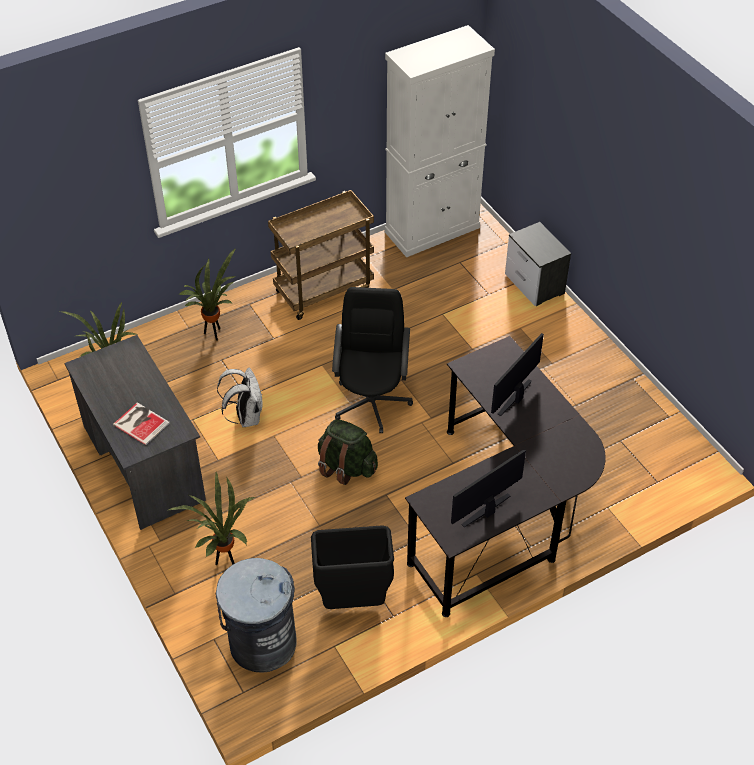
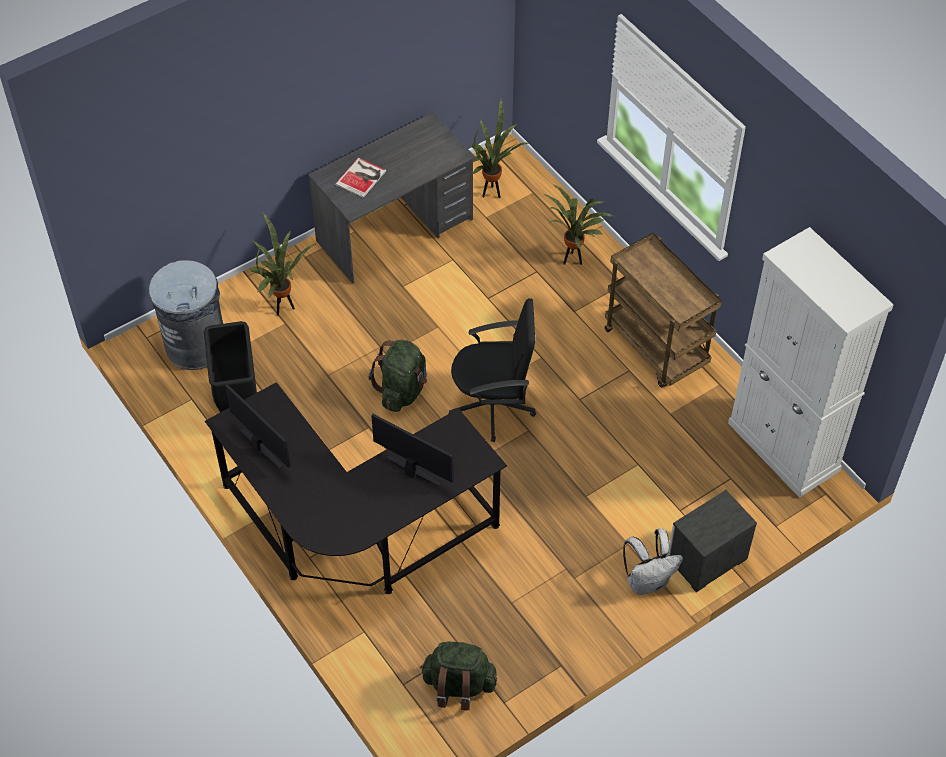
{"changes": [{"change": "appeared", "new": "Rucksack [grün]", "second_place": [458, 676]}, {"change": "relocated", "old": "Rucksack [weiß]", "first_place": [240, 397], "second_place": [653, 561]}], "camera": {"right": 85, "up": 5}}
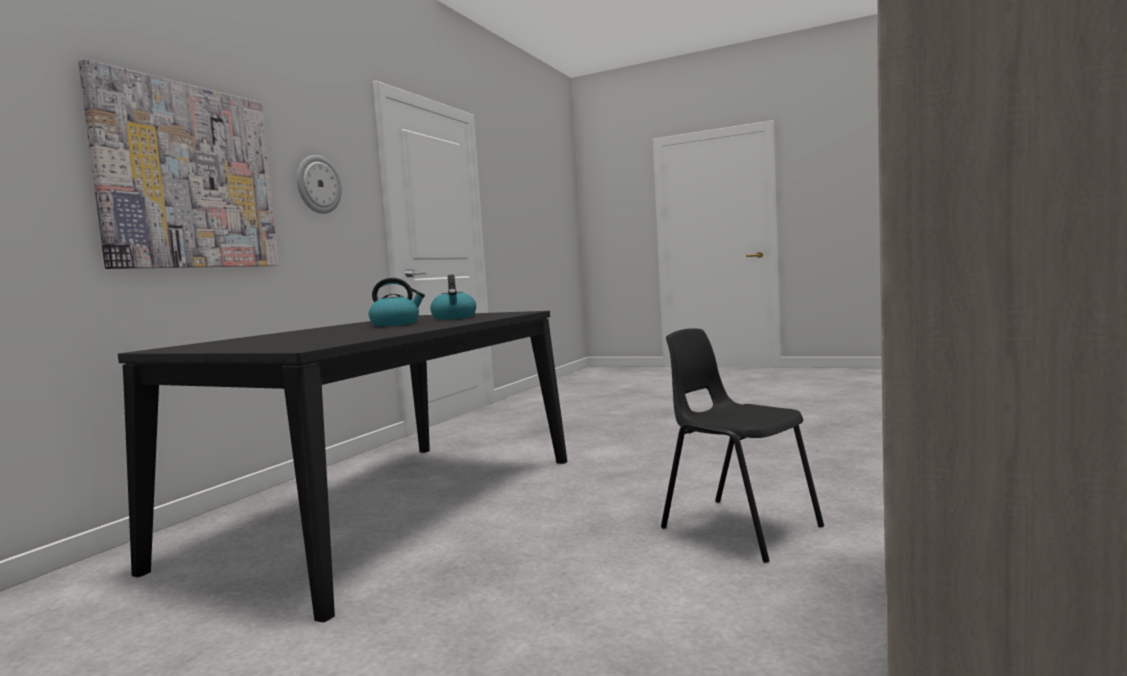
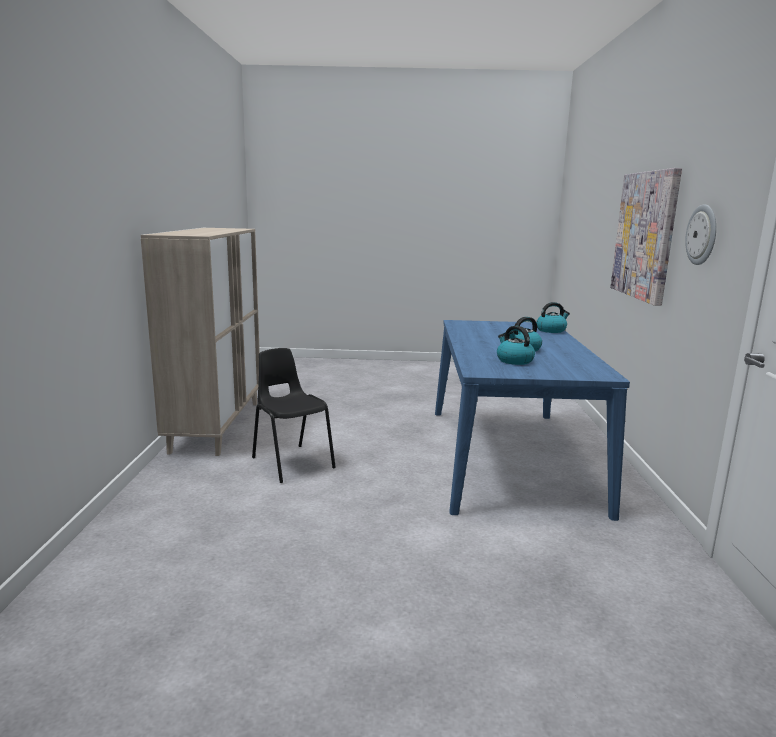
{"changes": [{"change": "appeared", "new": "Wasserkessel", "second_place": [553, 317]}, {"change": "colour", "old": "Esstisch [schwarz]", "new": "Esstisch [blau]", "first_place": [342, 466], "second_place": [532, 420]}, {"change": "spun", "old": "Stuhl [schwarz]", "first_place": [742, 445], "second_place": [294, 415], "degrees": -150}], "camera": {"right": 155, "up": 10}}
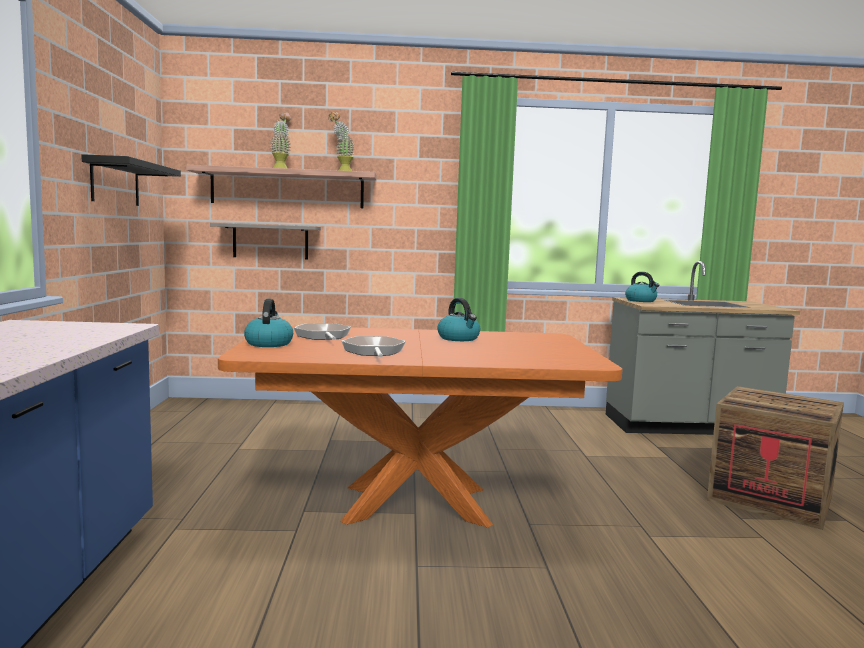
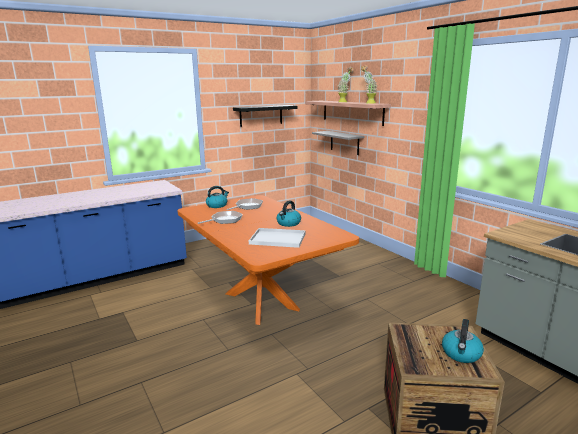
{"changes": [{"change": "appeared", "new": "Tablett [weiß]", "second_place": [277, 238]}, {"change": "relocated", "old": "Wasserkessel", "first_place": [642, 287], "second_place": [463, 341]}], "camera": {"right": 60, "up": 10}}
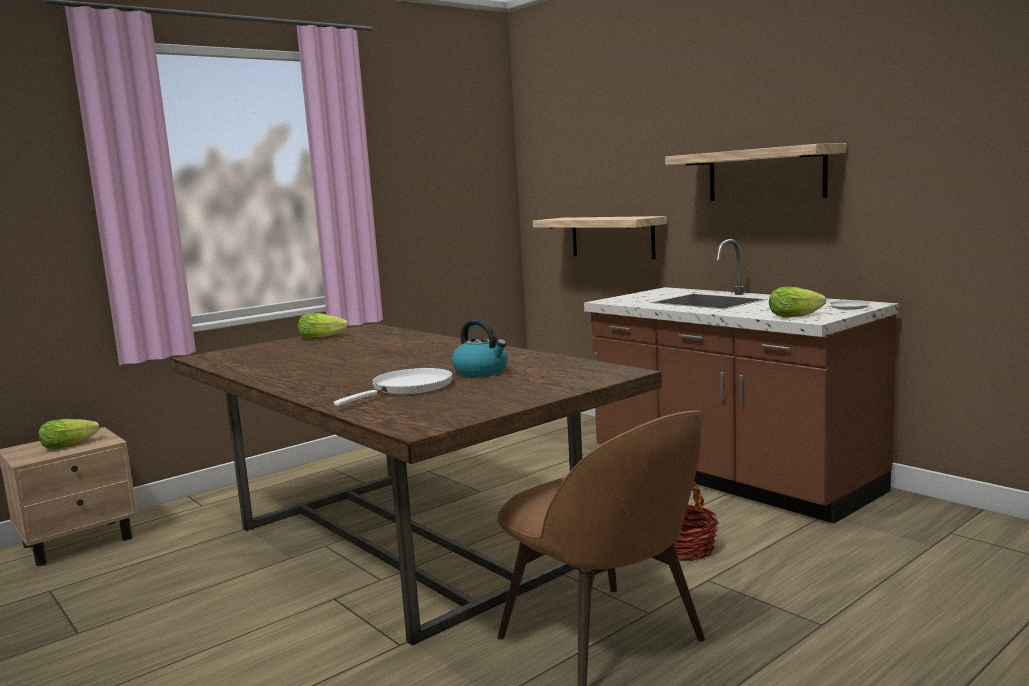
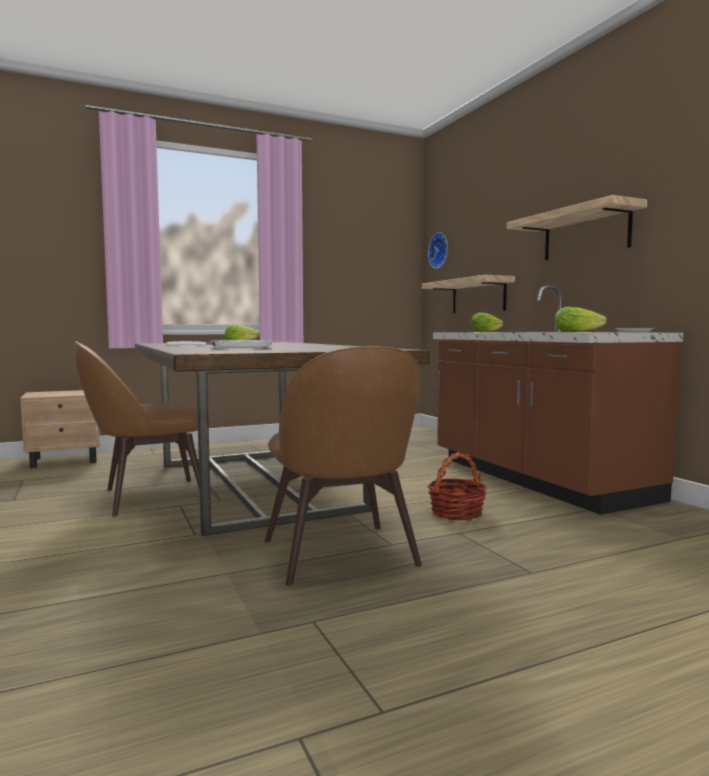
{"changes": [{"change": "missing", "old": "Wasserkessel", "first_place": [480, 348]}, {"change": "appeared", "new": "Stuhl [braun]", "second_place": [143, 429]}, {"change": "appeared", "new": "Wanduhr", "second_place": [438, 250]}, {"change": "relocated", "old": "Salatkopf", "first_place": [69, 434], "second_place": [487, 322]}], "camera": {"right": 15, "up": -5}}
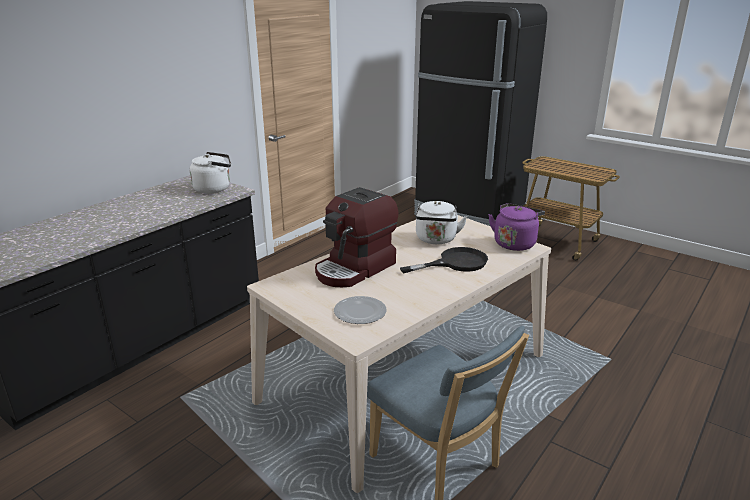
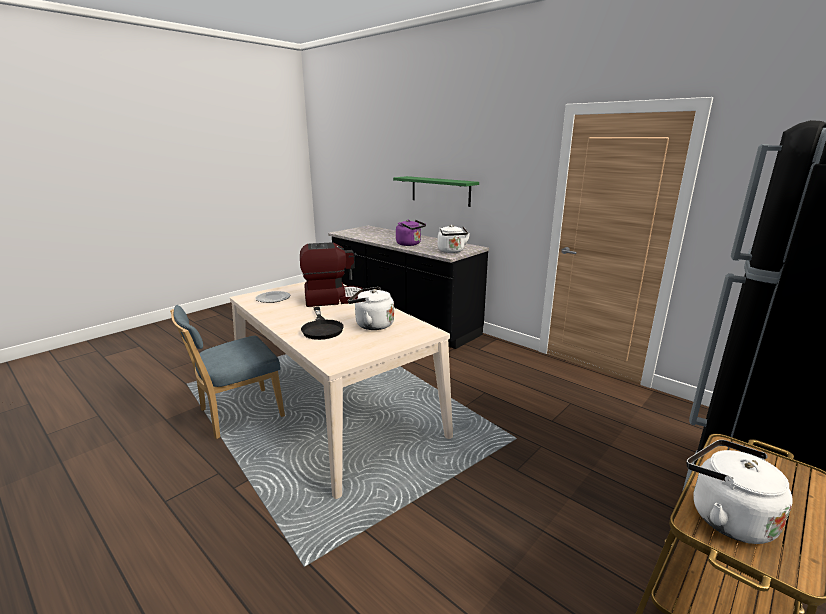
{"changes": [{"change": "appeared", "new": "Wandregal [grün]", "second_place": [436, 191]}, {"change": "appeared", "new": "Wasserkessel [weiß]", "second_place": [739, 492]}, {"change": "relocated", "old": "Wasserkessel [lila]", "first_place": [516, 227], "second_place": [411, 233]}, {"change": "spun", "old": "Kaffeemaschine", "first_place": [356, 237], "second_place": [331, 274], "degrees": 120}], "camera": {"right": 95, "up": -5}}
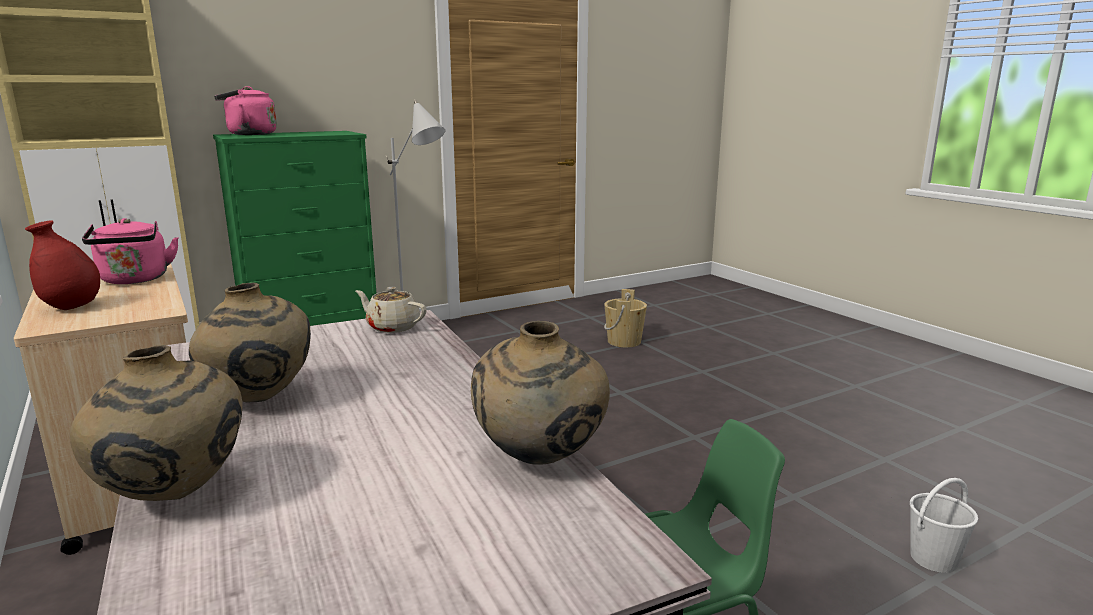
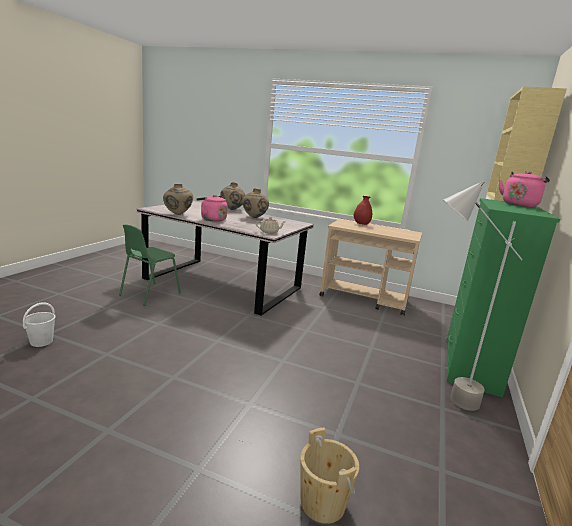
{"changes": [{"change": "relocated", "old": "Wasserkessel [rosa]", "first_place": [130, 251], "second_place": [212, 208]}], "camera": {"right": 140, "up": 0}}
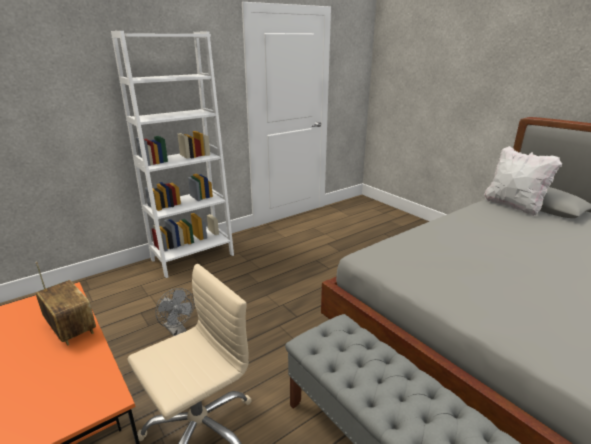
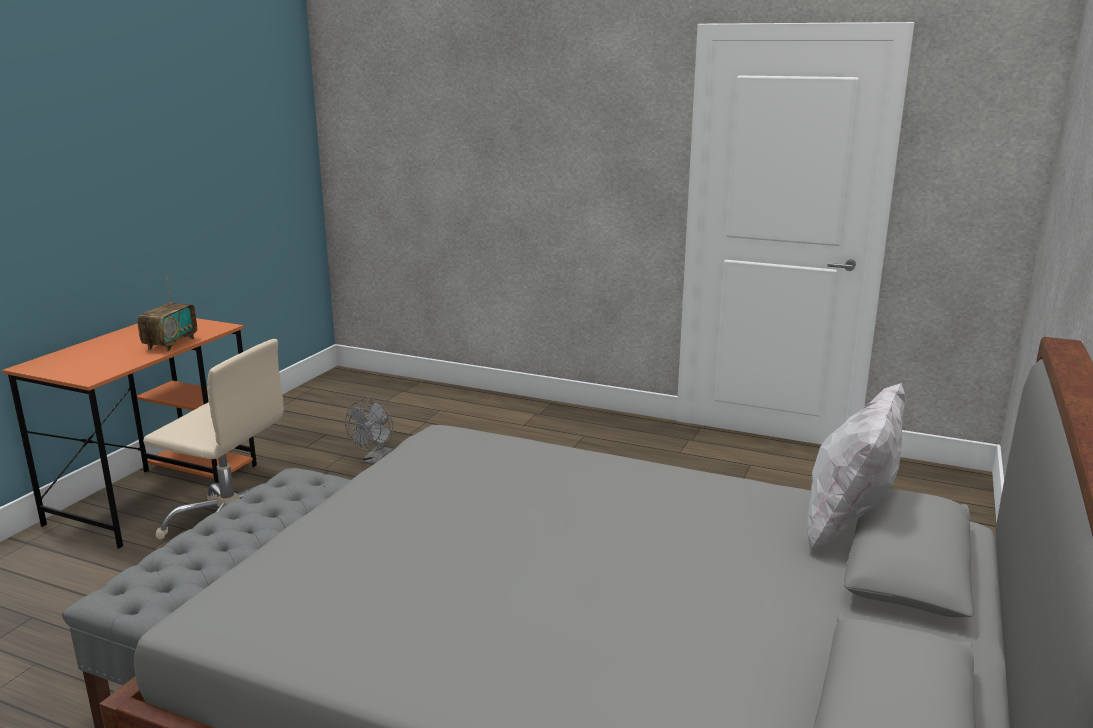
{"changes": [{"change": "missing", "old": "Bücherregal [weiß]", "first_place": [172, 154]}], "camera": {"right": 60, "up": -5}}
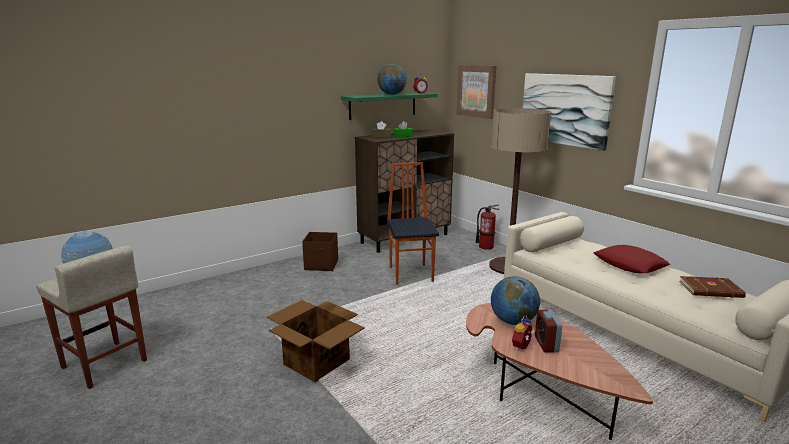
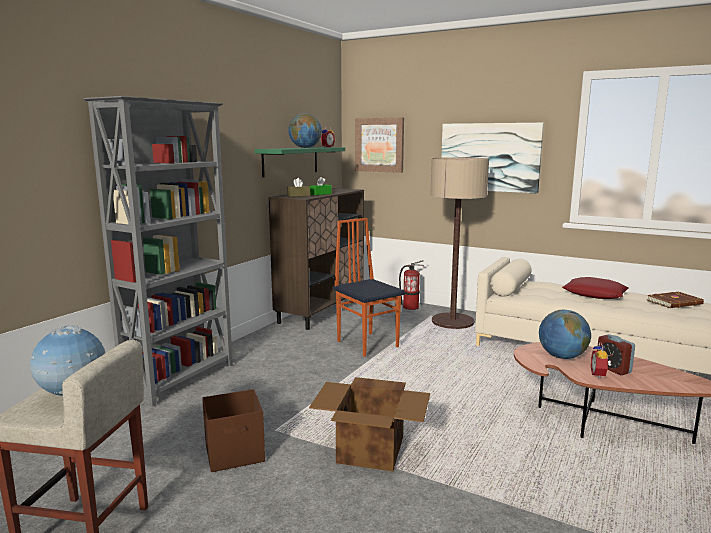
{"changes": [{"change": "appeared", "new": "Bücherregal [grau]", "second_place": [158, 251]}, {"change": "relocated", "old": "Aufbewahrungsbox [braun]", "first_place": [320, 251], "second_place": [233, 430]}], "camera": {"right": -25, "up": -5}}
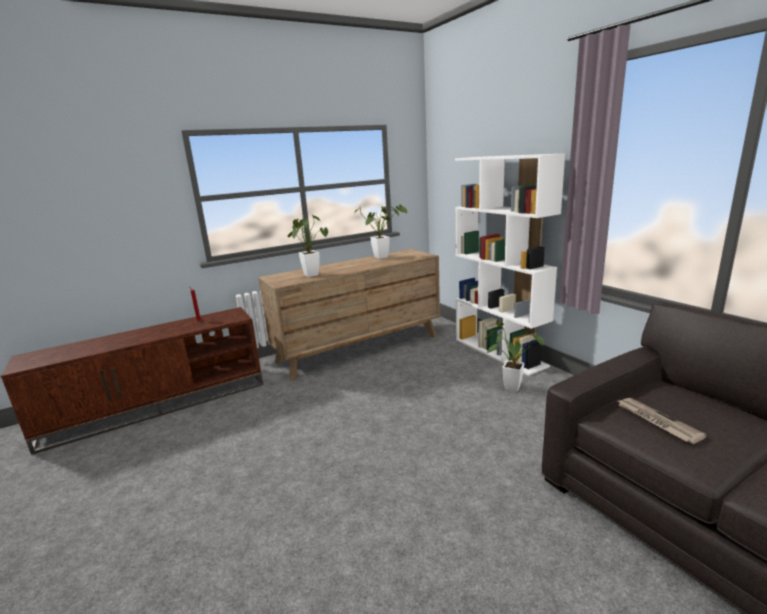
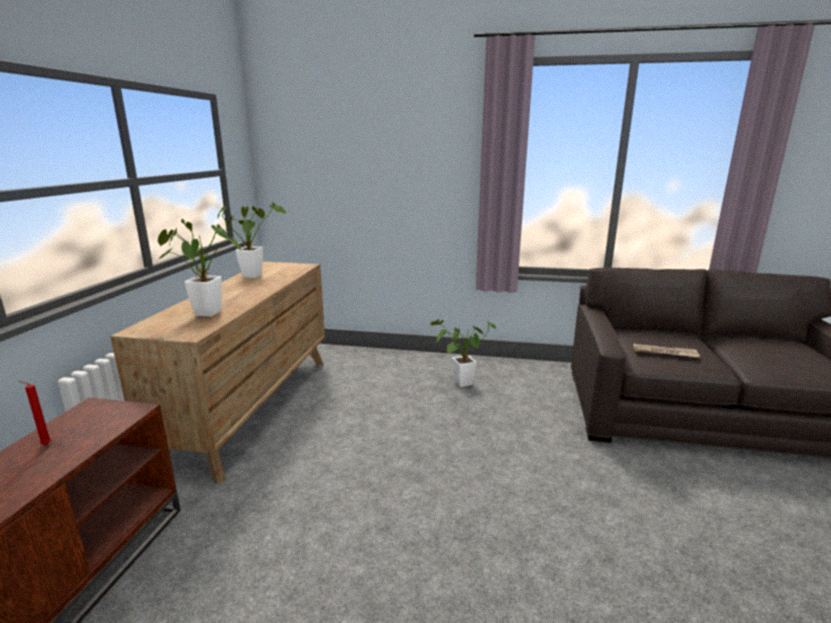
{"changes": [{"change": "missing", "old": "Bücherregal [weiß]", "first_place": [510, 264]}], "camera": {"right": -50, "up": 0}}
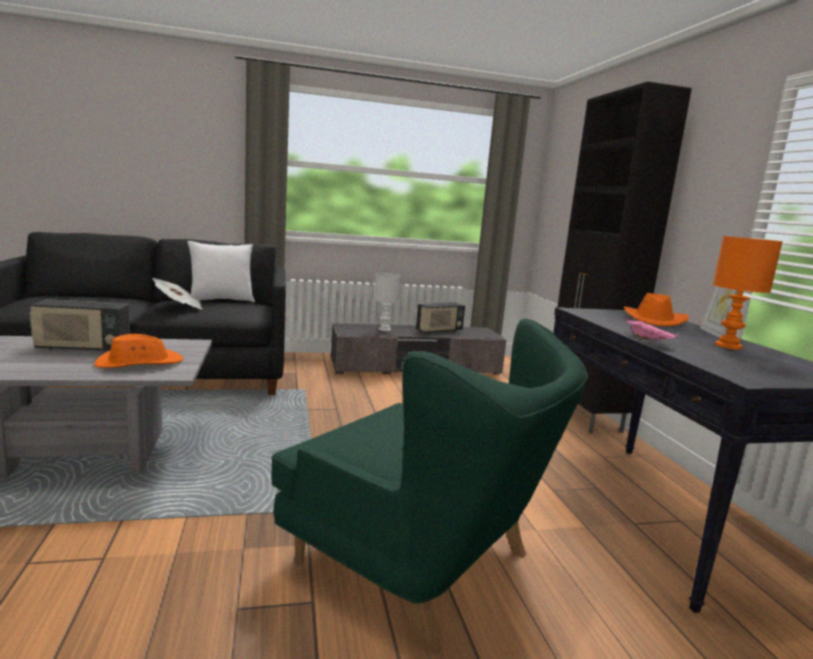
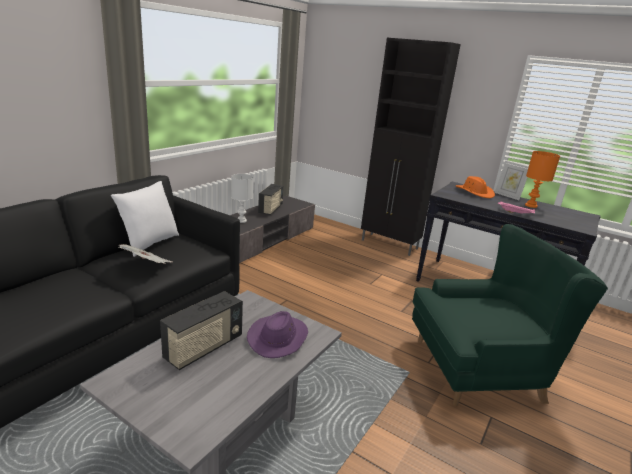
{"changes": [{"change": "colour", "old": "Hut [orange]", "new": "Hut [lila]", "first_place": [138, 351], "second_place": [277, 334]}], "camera": {"right": -45, "up": 10}}
